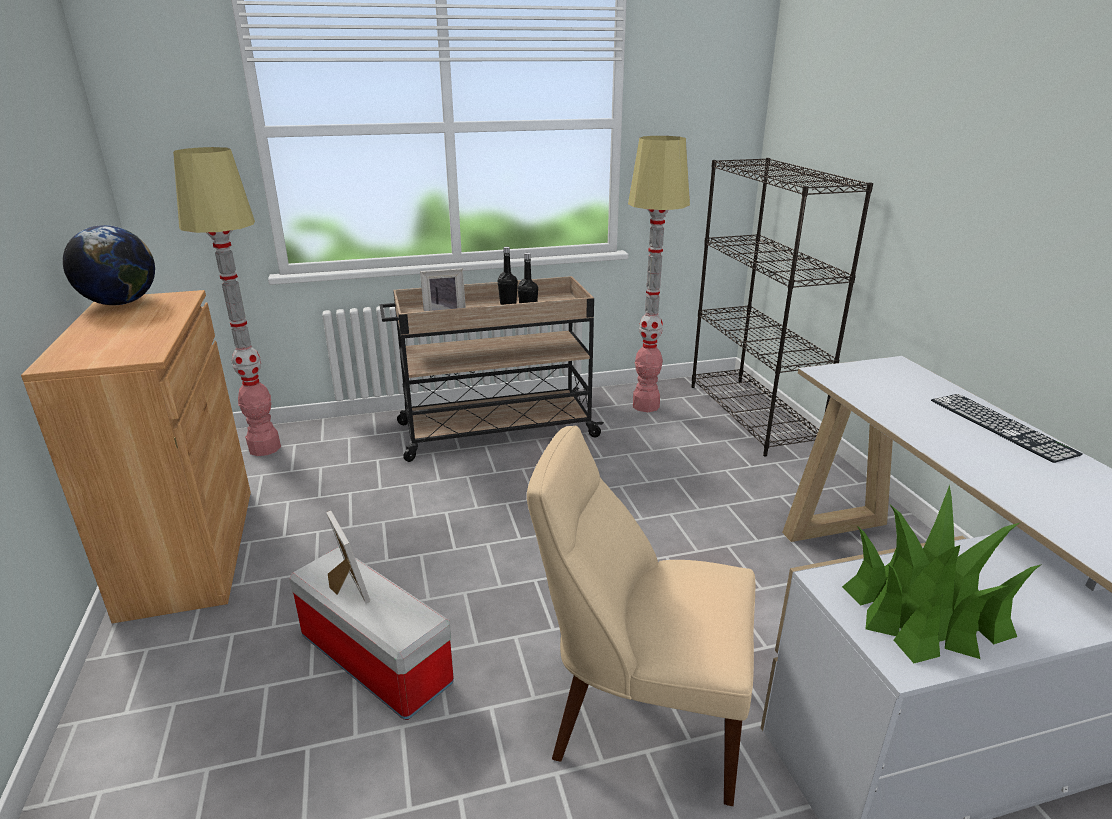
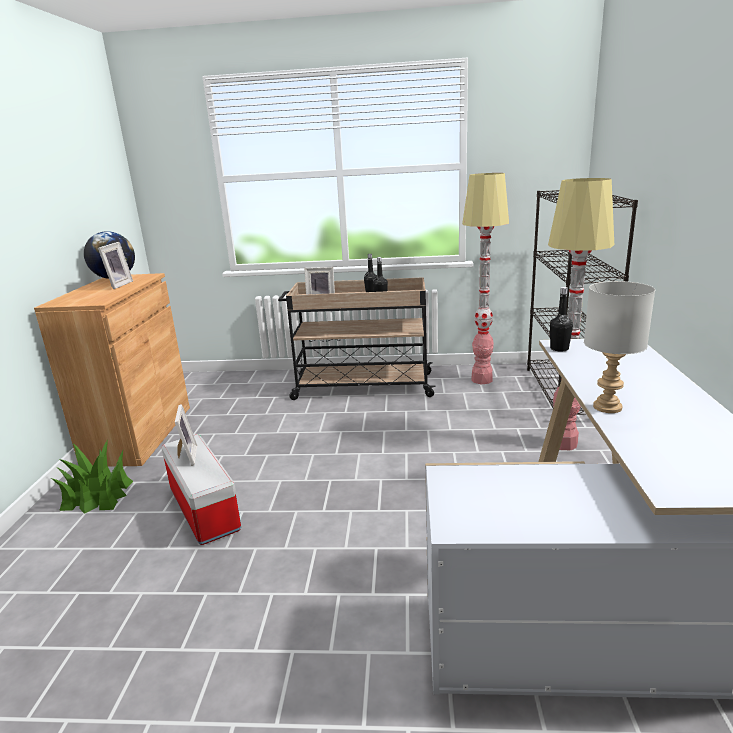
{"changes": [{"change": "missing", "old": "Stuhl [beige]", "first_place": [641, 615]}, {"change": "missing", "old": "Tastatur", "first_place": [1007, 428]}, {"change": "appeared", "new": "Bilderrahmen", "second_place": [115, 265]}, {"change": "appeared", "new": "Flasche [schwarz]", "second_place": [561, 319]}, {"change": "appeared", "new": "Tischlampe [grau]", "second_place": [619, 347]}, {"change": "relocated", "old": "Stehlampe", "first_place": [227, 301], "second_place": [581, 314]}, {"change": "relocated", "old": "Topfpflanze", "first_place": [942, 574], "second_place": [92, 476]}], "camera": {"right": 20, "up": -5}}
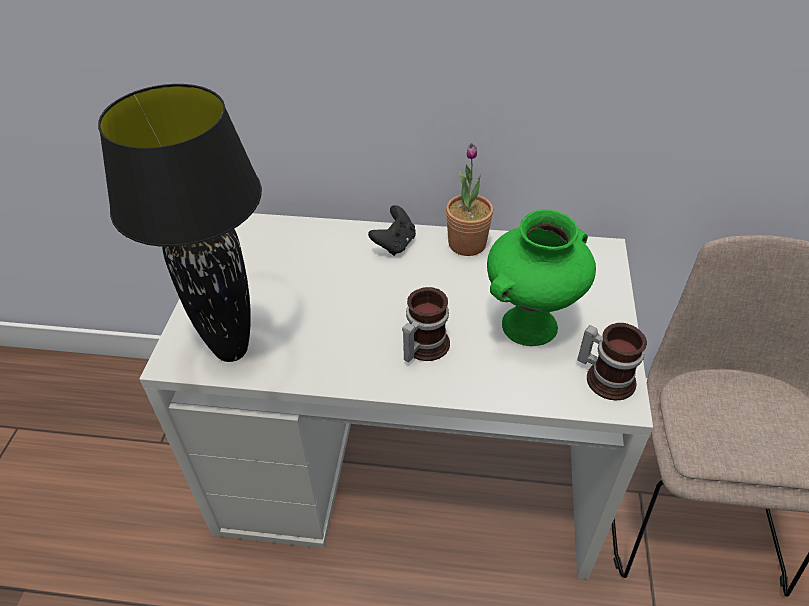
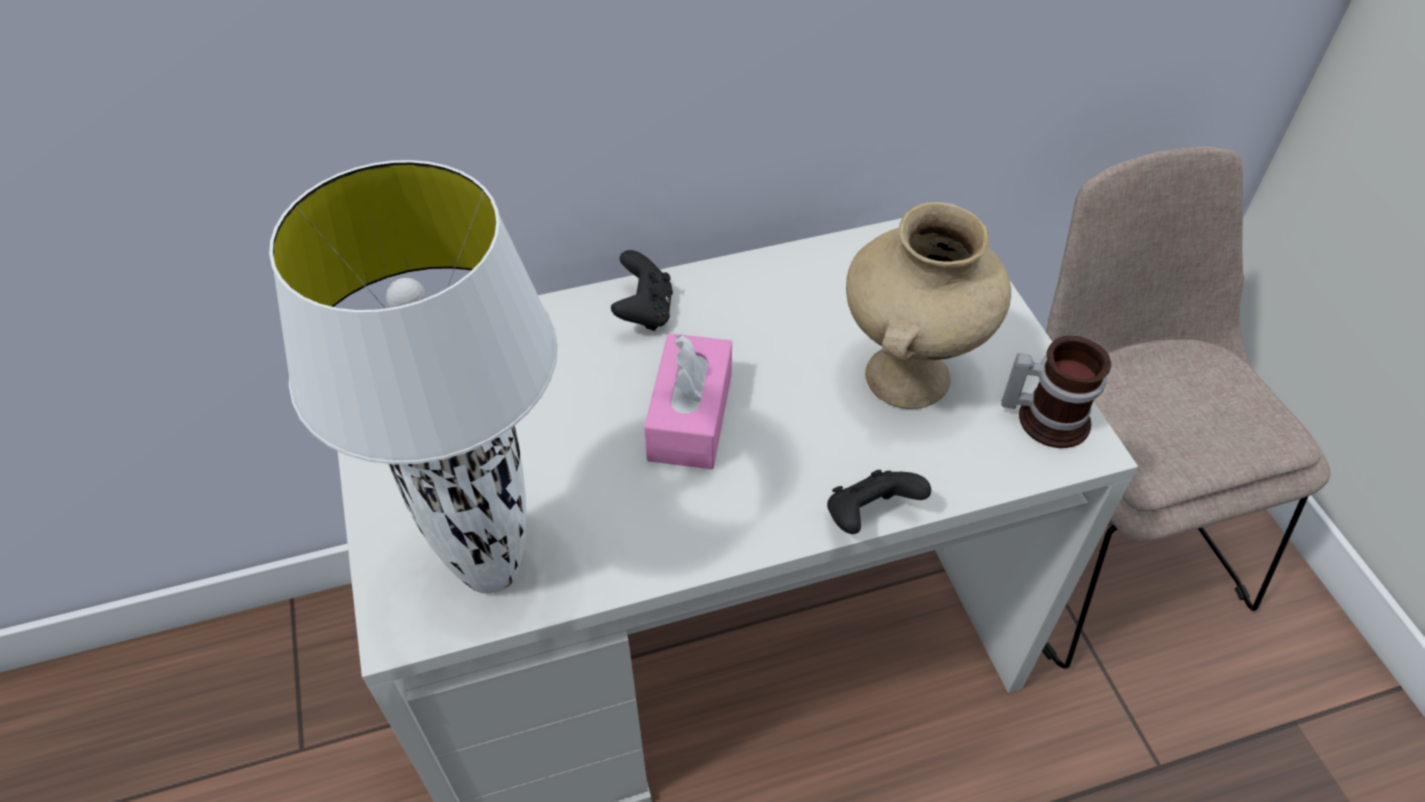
{"changes": [{"change": "missing", "old": "Henkelbecher", "first_place": [426, 324]}, {"change": "missing", "old": "Topfpflanze", "first_place": [469, 199]}, {"change": "appeared", "new": "Taschentuchbox [rosa]", "second_place": [688, 401]}, {"change": "appeared", "new": "Gamepad [schwarz]", "second_place": [879, 502]}, {"change": "colour", "old": "Tischlampe [schwarz]", "new": "Tischlampe [weiß]", "first_place": [180, 223], "second_place": [413, 377]}, {"change": "colour", "old": "Vase [grün]", "new": "Vase [beige]", "first_place": [541, 277], "second_place": [928, 305]}], "camera": {"right": -25, "up": 5}}
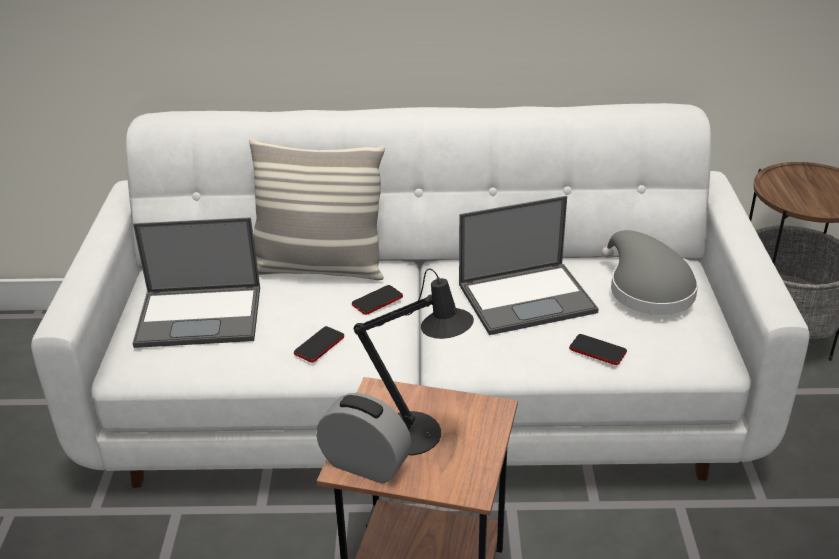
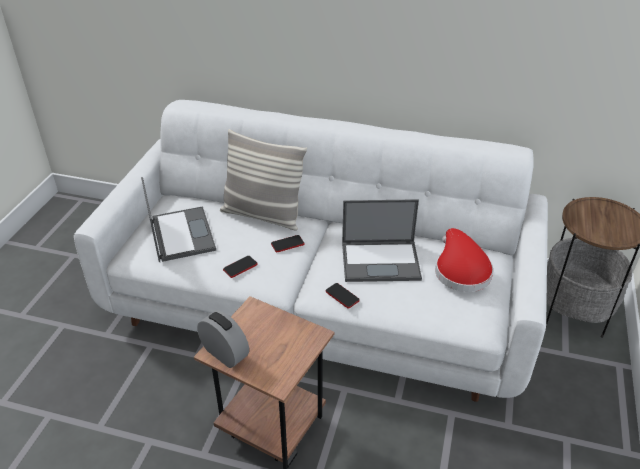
{"changes": [{"change": "missing", "old": "Tischlampe [schwarz]", "first_place": [414, 362]}, {"change": "relocated", "old": "Handy", "first_place": [598, 349], "second_place": [343, 296]}, {"change": "colour", "old": "Hut [grau]", "new": "Hut [rot]", "first_place": [650, 272], "second_place": [464, 260]}, {"change": "spun", "old": "Laptop", "first_place": [196, 282], "second_place": [178, 219], "degrees": -120}], "camera": {"right": 15, "up": 5}}
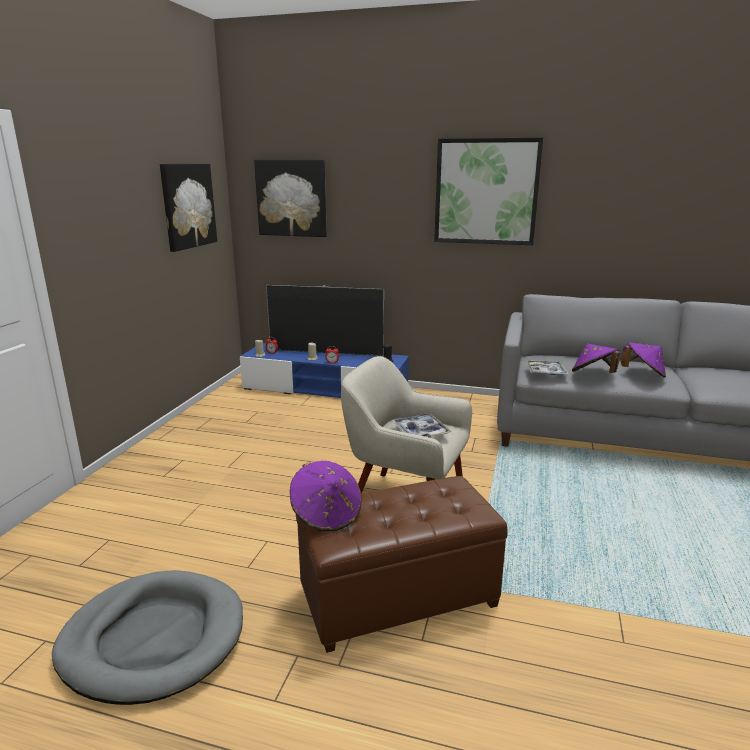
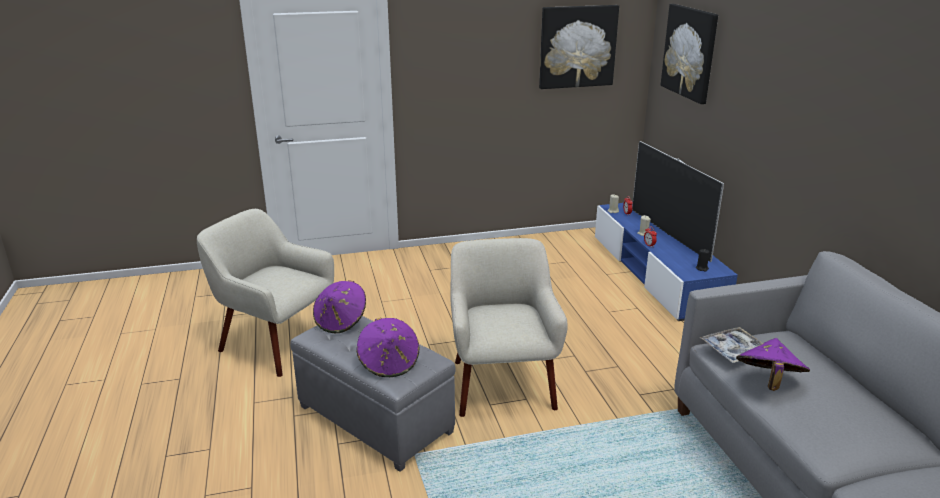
{"changes": [{"change": "missing", "old": "Tablett", "first_place": [421, 425]}, {"change": "missing", "old": "Bild", "first_place": [488, 191]}, {"change": "relocated", "old": "Hut [lila]", "first_place": [643, 360], "second_place": [387, 347]}, {"change": "exchanged", "old": "Hundebett [grau]", "new": "Sessel [beige]", "first_place": [147, 637], "second_place": [265, 293]}, {"change": "colour", "old": "Polsterhocker [braun]", "new": "Polsterhocker [grau]", "first_place": [402, 564], "second_place": [373, 394]}], "camera": {"right": 60, "up": 5}}
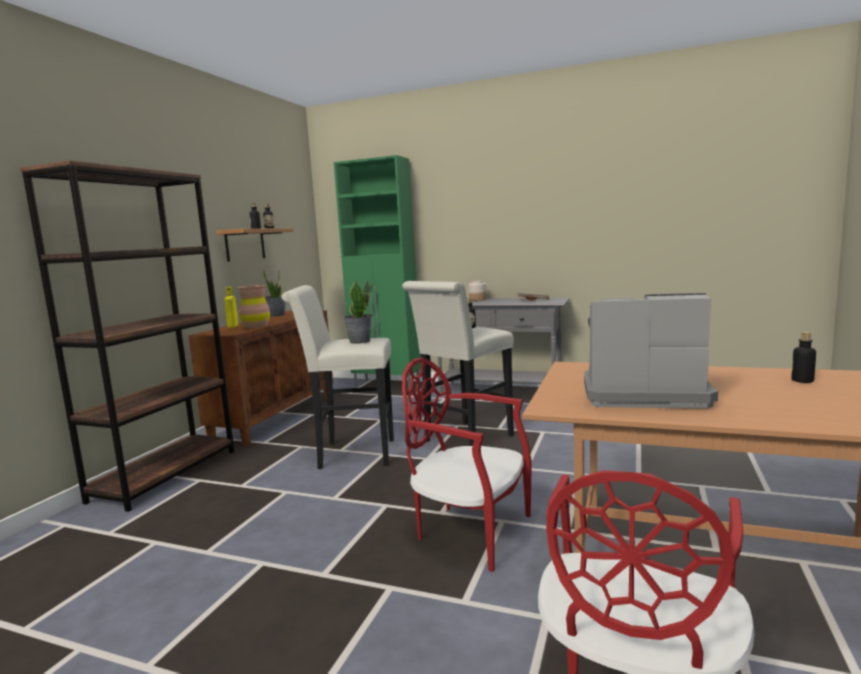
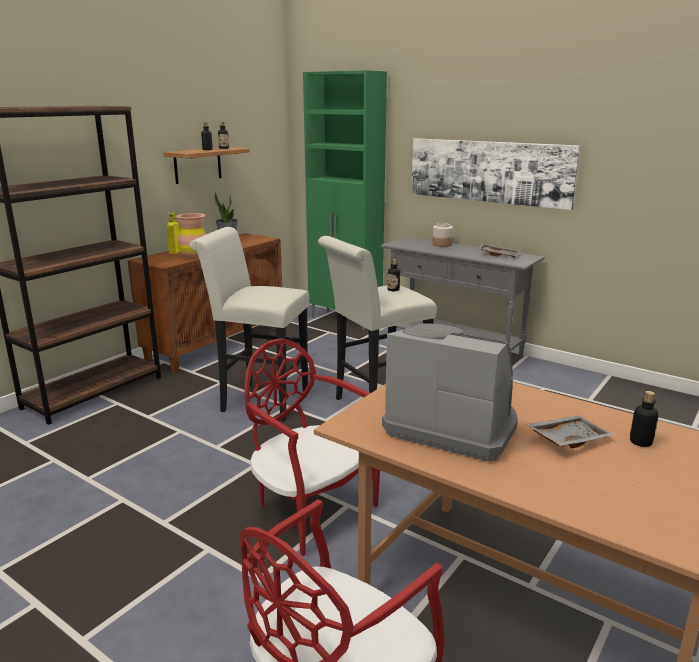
{"changes": [{"change": "missing", "old": "Topfpflanze", "first_place": [358, 312]}, {"change": "appeared", "new": "Bild", "second_place": [496, 174]}, {"change": "appeared", "new": "Tablett [grau]", "second_place": [569, 431]}], "camera": {"right": 15, "up": 10}}
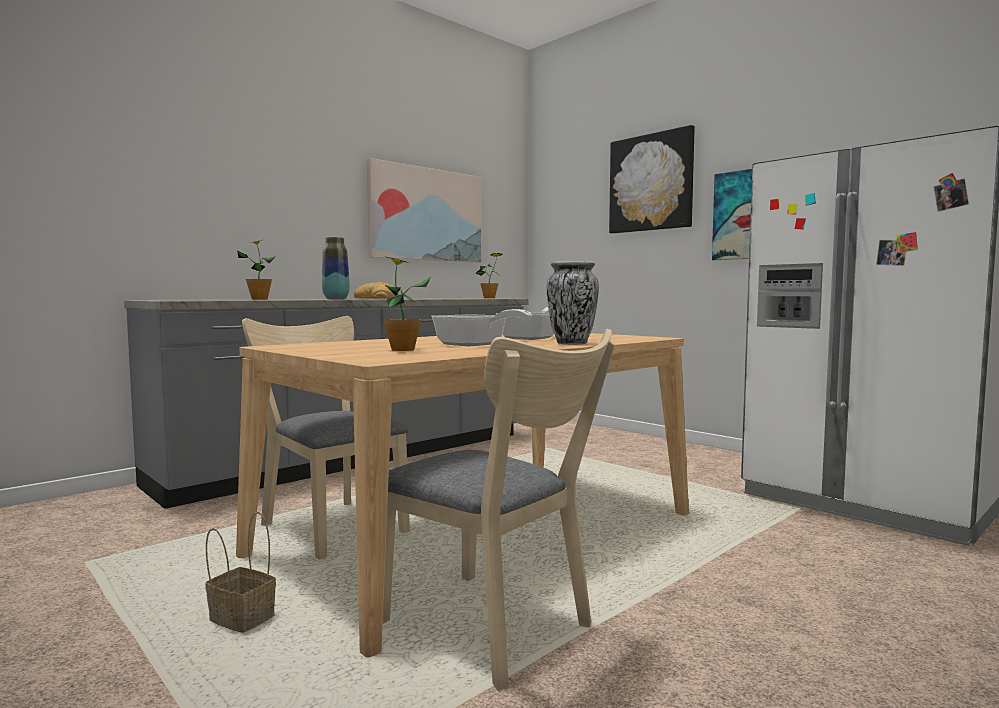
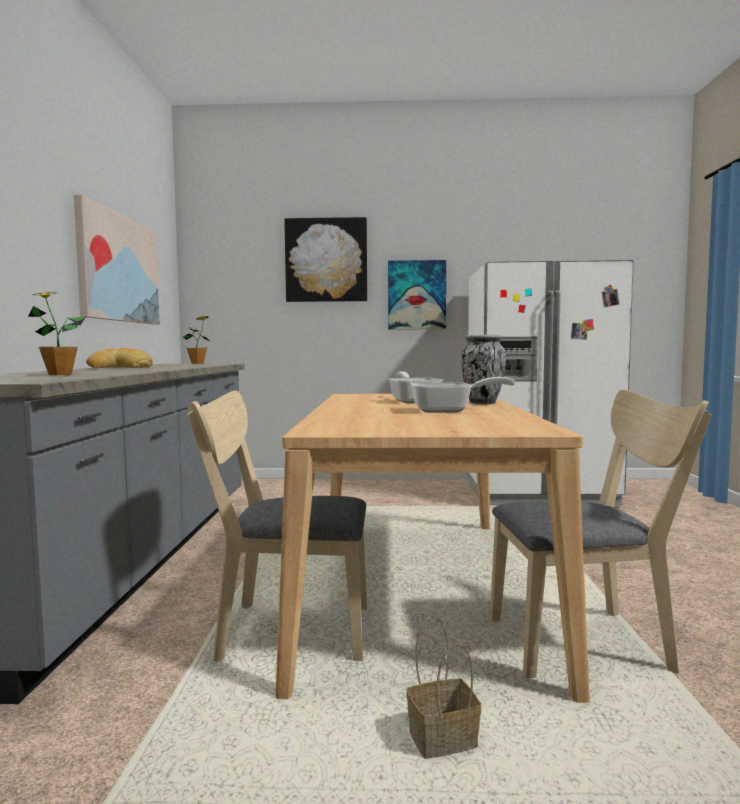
{"changes": [{"change": "missing", "old": "Vase", "first_place": [336, 268]}, {"change": "missing", "old": "Topfpflanze", "first_place": [407, 304]}], "camera": {"right": -45, "up": 0}}
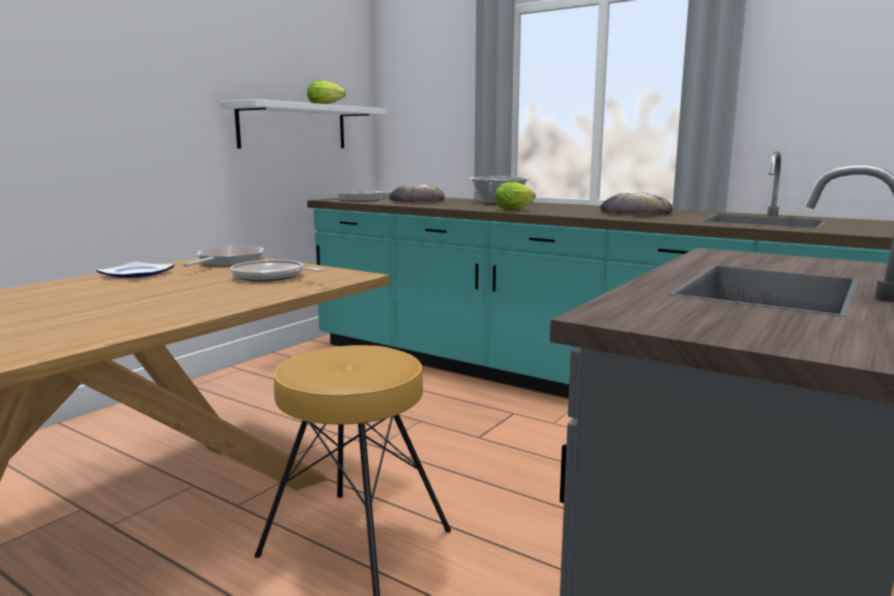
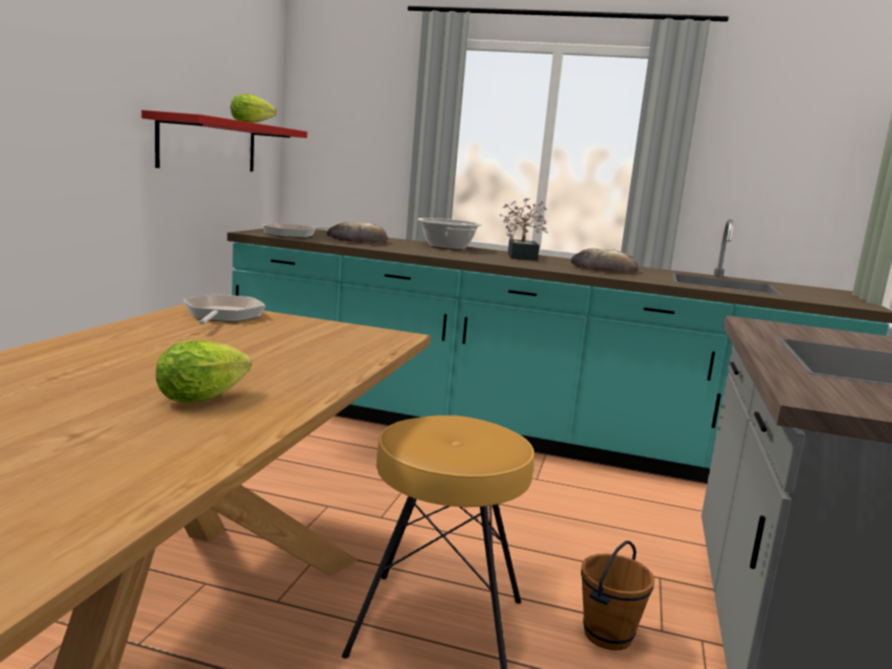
{"changes": [{"change": "missing", "old": "Teller", "first_place": [135, 269]}, {"change": "missing", "old": "Pfanne", "first_place": [277, 271]}, {"change": "appeared", "new": "Topfpflanze", "second_place": [524, 229]}, {"change": "appeared", "new": "Eimer [braun]", "second_place": [618, 595]}, {"change": "relocated", "old": "Salatkopf", "first_place": [515, 196], "second_place": [204, 371]}, {"change": "colour", "old": "Wandregal [weiß]", "new": "Wandregal [rot]", "first_place": [303, 124], "second_place": [224, 140]}], "camera": {"right": -20, "up": 0}}
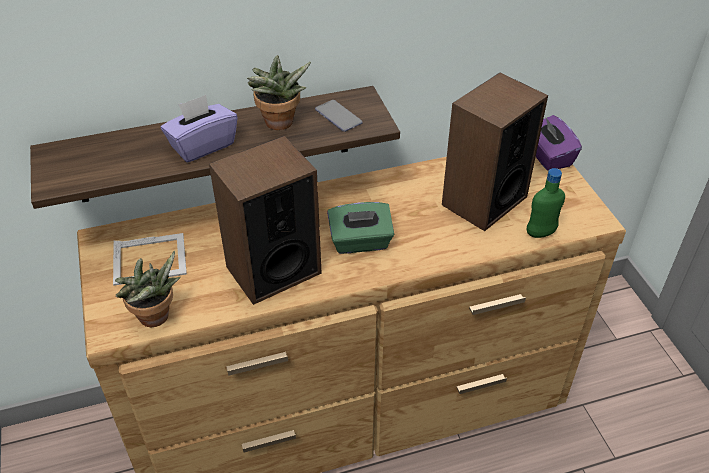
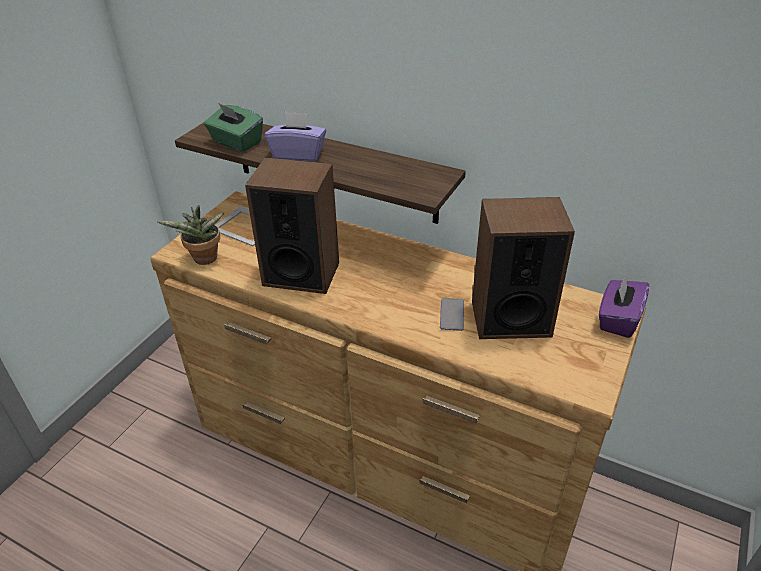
{"changes": [{"change": "missing", "old": "Topfpflanze", "first_place": [279, 92]}, {"change": "missing", "old": "Flasche [grün]", "first_place": [546, 203]}, {"change": "relocated", "old": "Handy", "first_place": [339, 116], "second_place": [452, 314]}, {"change": "relocated", "old": "Taschentuchbox [grün]", "first_place": [360, 228], "second_place": [233, 128]}], "camera": {"right": 45, "up": -5}}
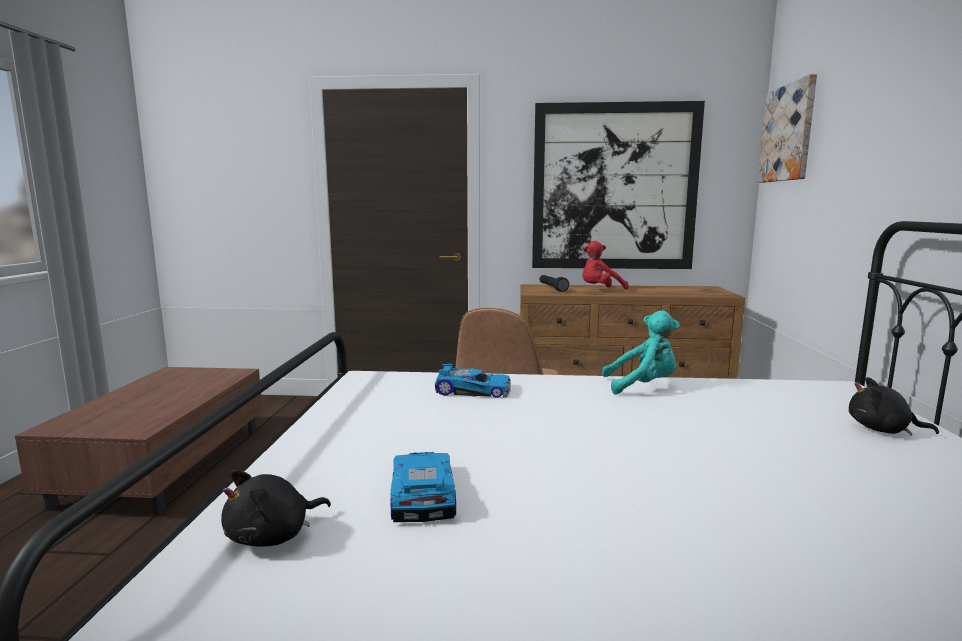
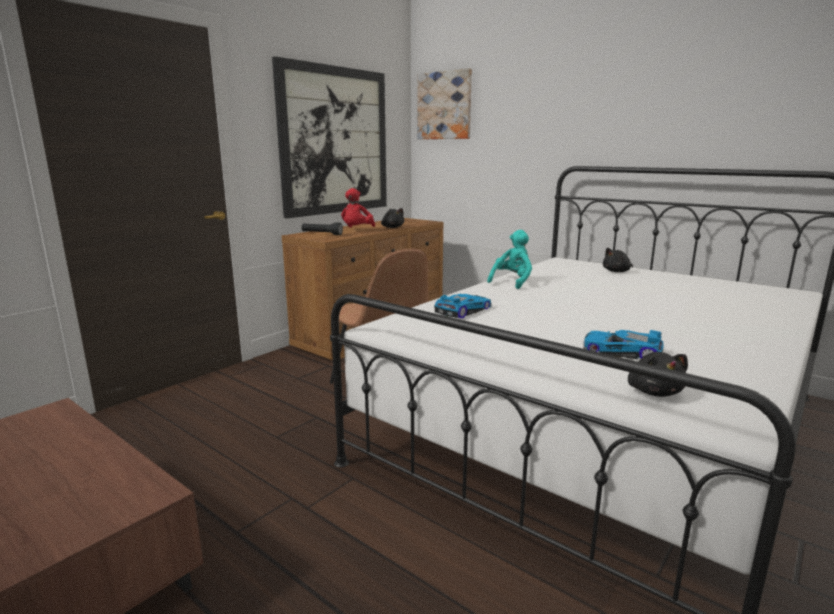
{"changes": [{"change": "appeared", "new": "Plüschtier [schwarz]", "second_place": [393, 218]}], "camera": {"right": -55, "up": 5}}
